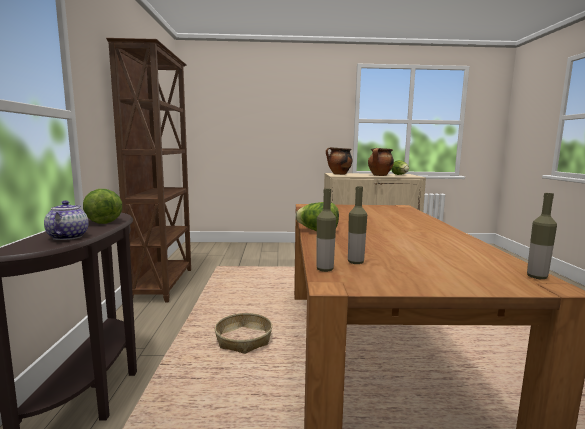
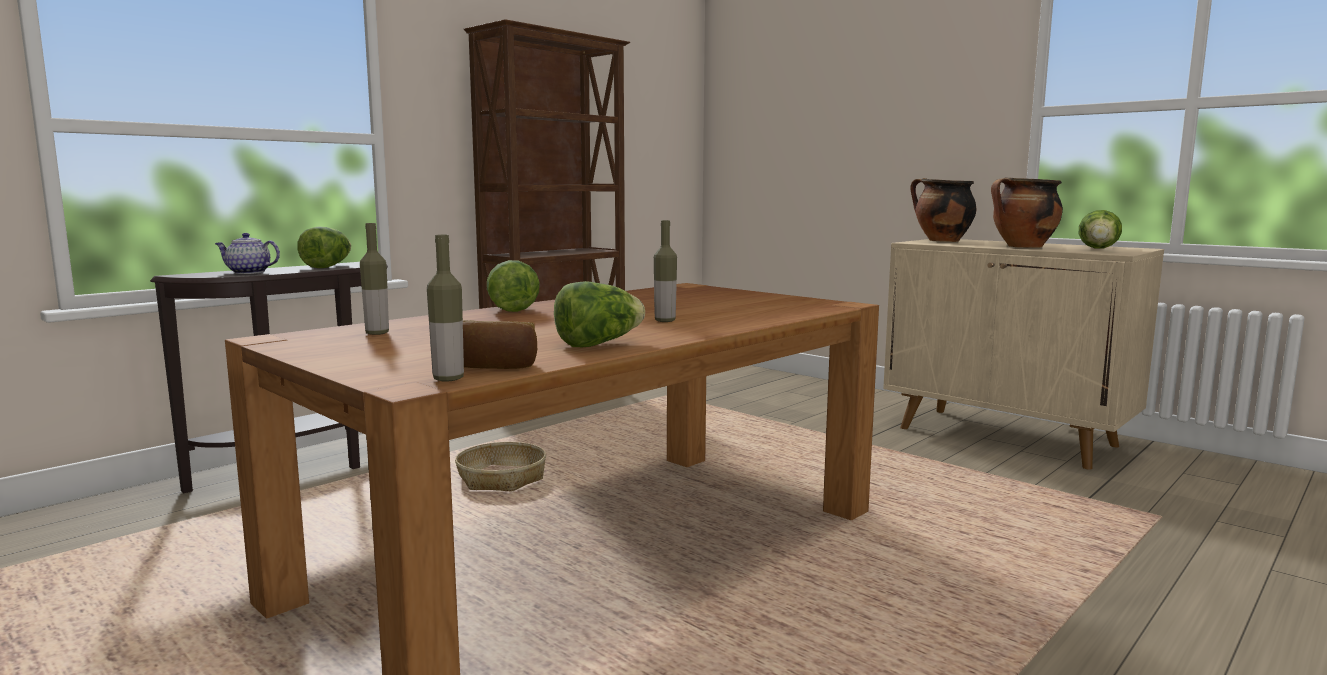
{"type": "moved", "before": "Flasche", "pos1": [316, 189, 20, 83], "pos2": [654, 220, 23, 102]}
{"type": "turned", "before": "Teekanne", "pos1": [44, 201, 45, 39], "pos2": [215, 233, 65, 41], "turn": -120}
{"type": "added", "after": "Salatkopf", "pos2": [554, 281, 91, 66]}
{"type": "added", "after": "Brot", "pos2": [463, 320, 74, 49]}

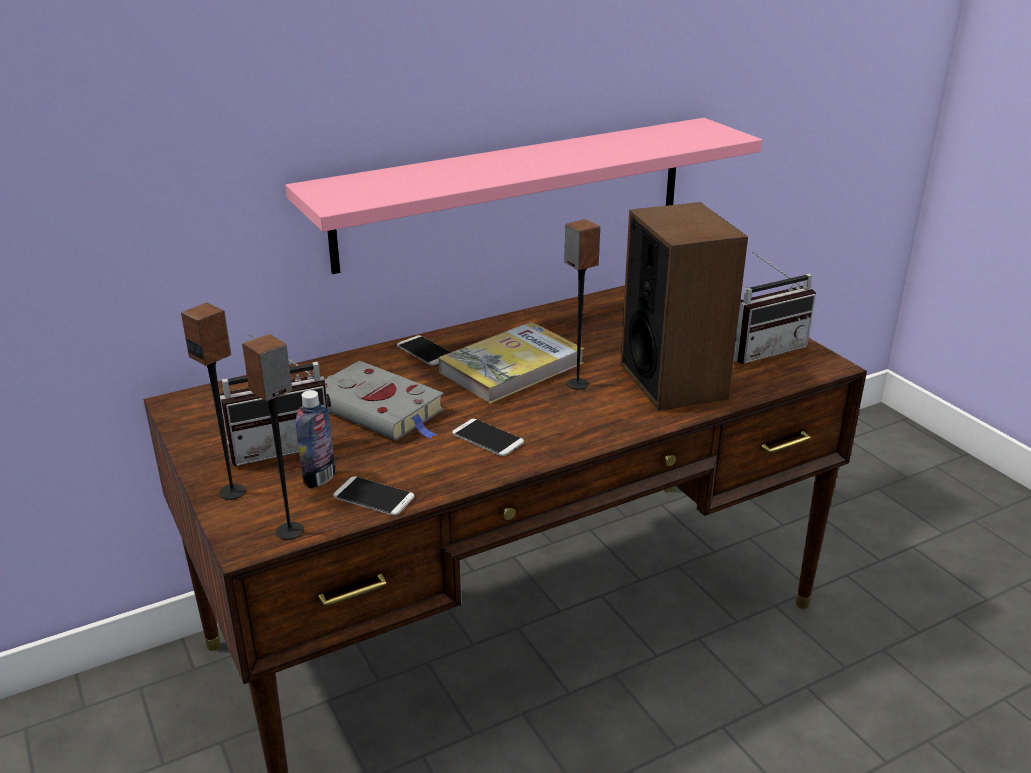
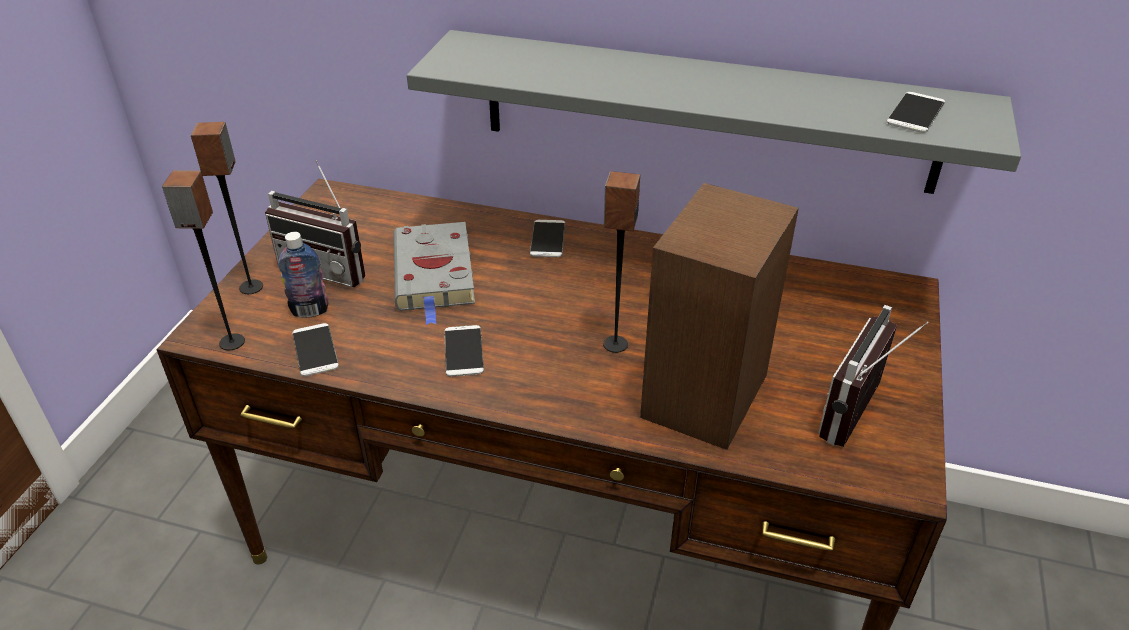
{"type": "recoloured", "before": "Wandregal/rosa", "after": "Wandregal/grau", "pos1": [285, 118, 477, 156], "pos2": [407, 30, 614, 164]}
{"type": "turned", "before": "Radio", "pos1": [733, 251, 83, 113], "pos2": [818, 305, 111, 142], "turn": 105}
{"type": "removed", "before": "Buch", "pos1": [439, 322, 145, 82]}
{"type": "added", "after": "Handy", "pos2": [887, 92, 58, 41]}

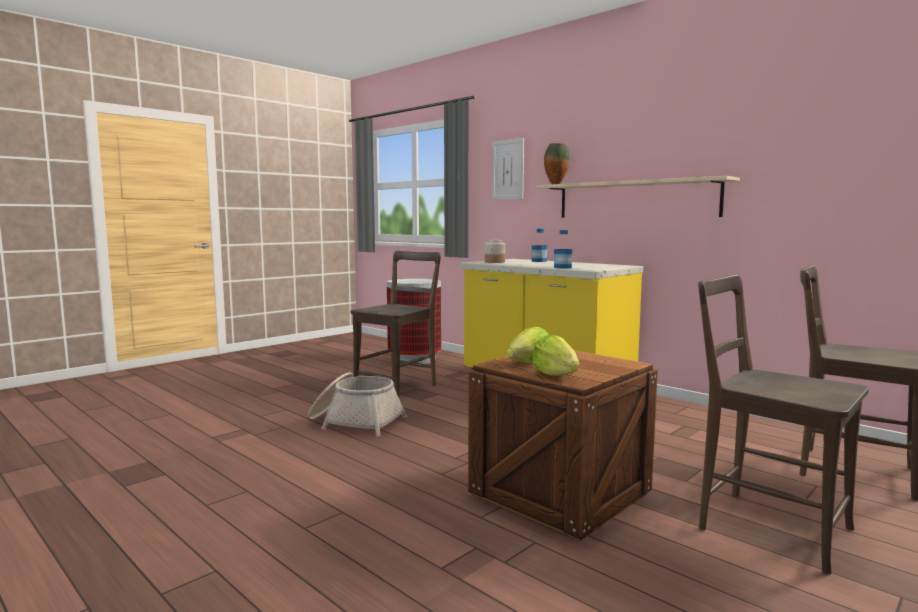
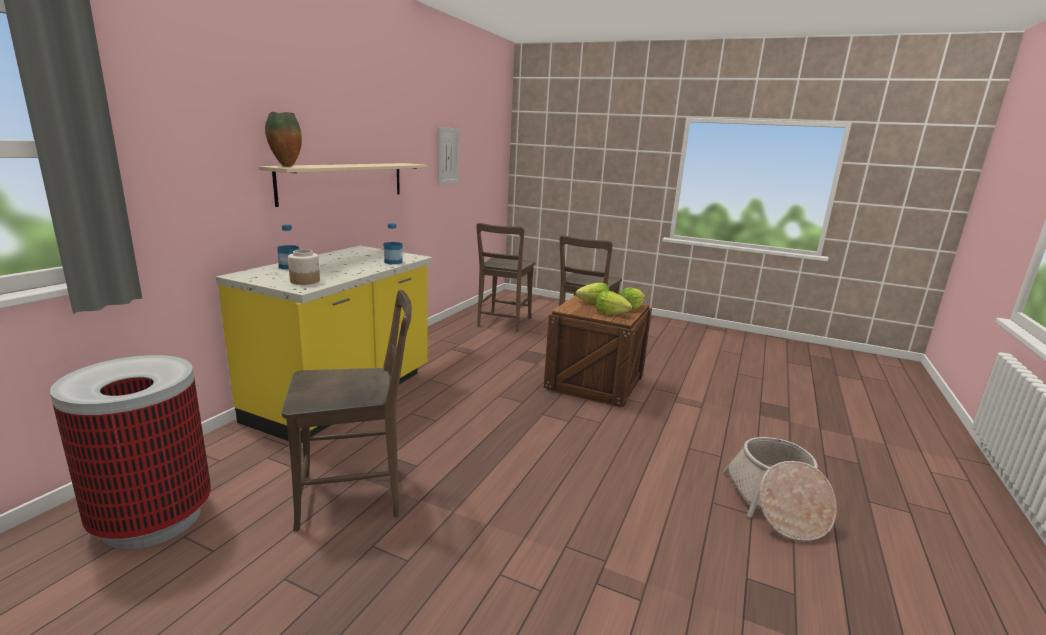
{"type": "moved", "before": "Bild", "pos1": [492, 138, 32, 62], "pos2": [438, 127, 21, 57]}
{"type": "turned", "before": "Stuhl/braun", "pos1": [351, 251, 90, 146], "pos2": [281, 290, 131, 241], "turn": 150}
{"type": "moved", "before": "Korb", "pos1": [308, 372, 99, 65], "pos2": [722, 437, 115, 104]}
{"type": "added", "after": "Salatkopf", "pos2": [576, 283, 34, 20]}

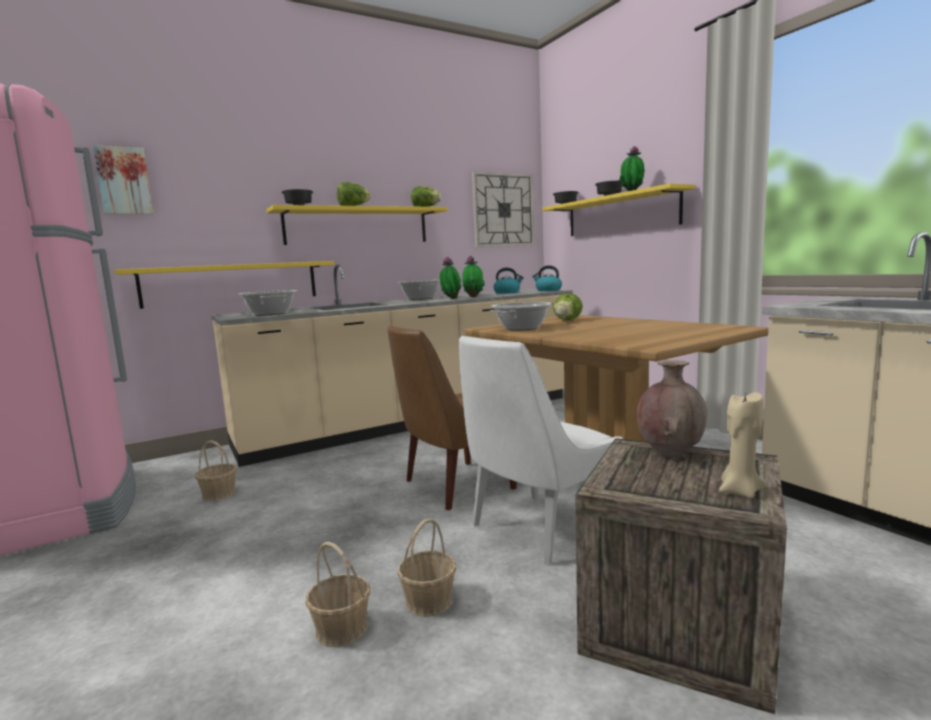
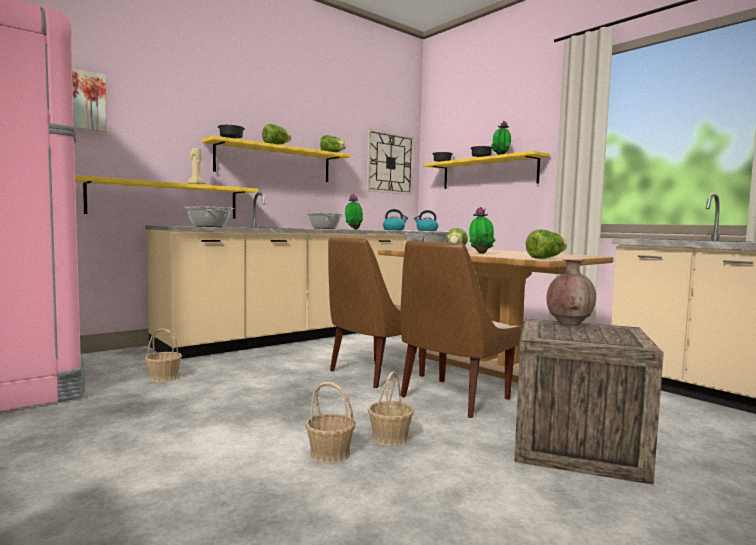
{"type": "moved", "before": "Topfpflanze", "pos1": [462, 256, 23, 41], "pos2": [469, 207, 27, 47]}
{"type": "recoloured", "before": "Stuhl/weiß", "after": "Stuhl/braun", "pos1": [459, 336, 164, 230], "pos2": [400, 241, 121, 177]}
{"type": "moved", "before": "Kerze/beige", "pos1": [719, 392, 47, 107], "pos2": [187, 148, 18, 36]}
{"type": "added", "after": "Salatkopf", "pos2": [526, 229, 41, 30]}

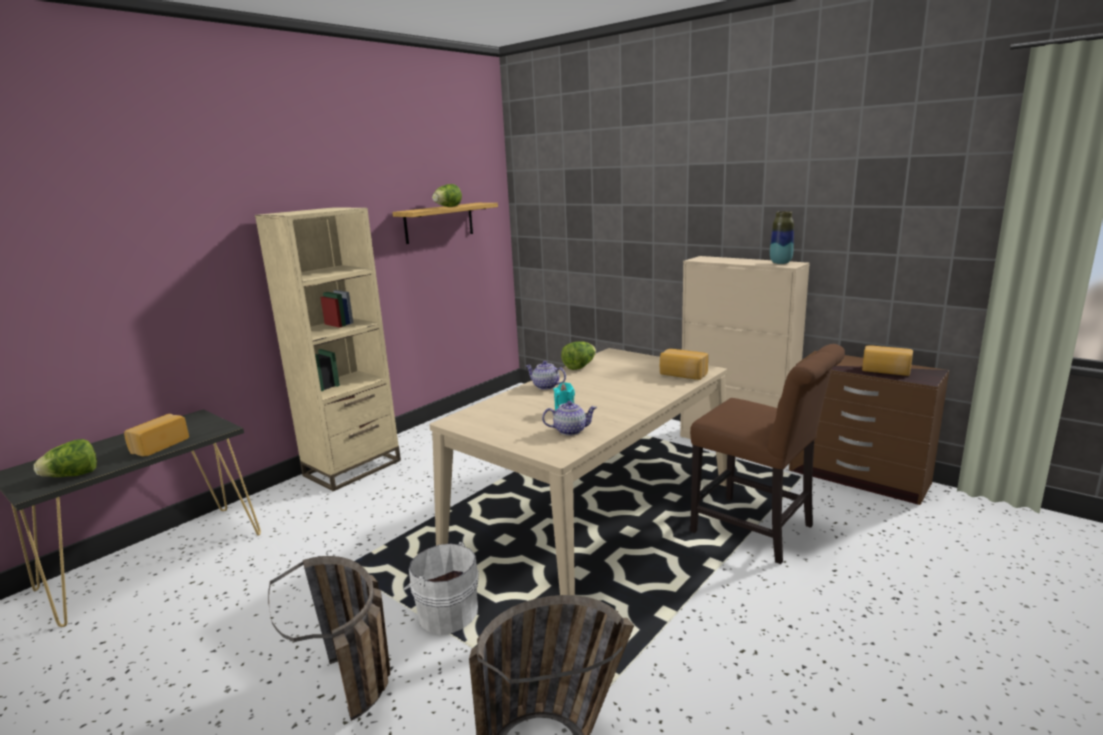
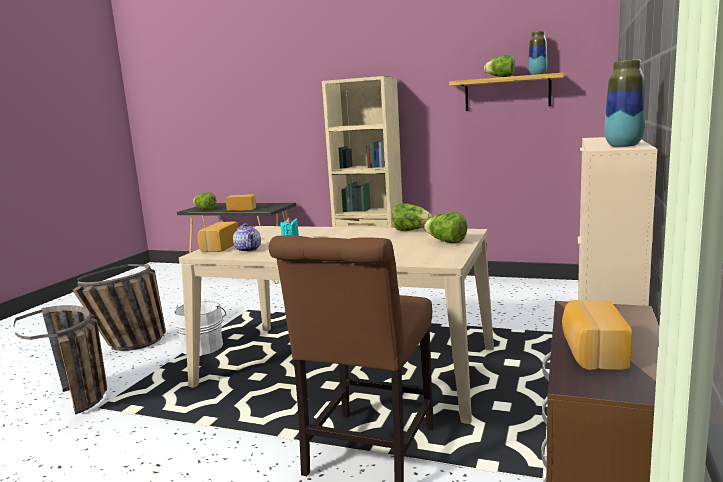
{"type": "moved", "before": "Brot", "pos1": [660, 349, 48, 31], "pos2": [198, 222, 41, 30]}
{"type": "removed", "before": "Teekanne", "pos1": [526, 361, 40, 29]}
{"type": "added", "after": "Vase", "pos2": [528, 31, 19, 44]}
{"type": "added", "after": "Salatkopf", "pos2": [424, 212, 43, 31]}

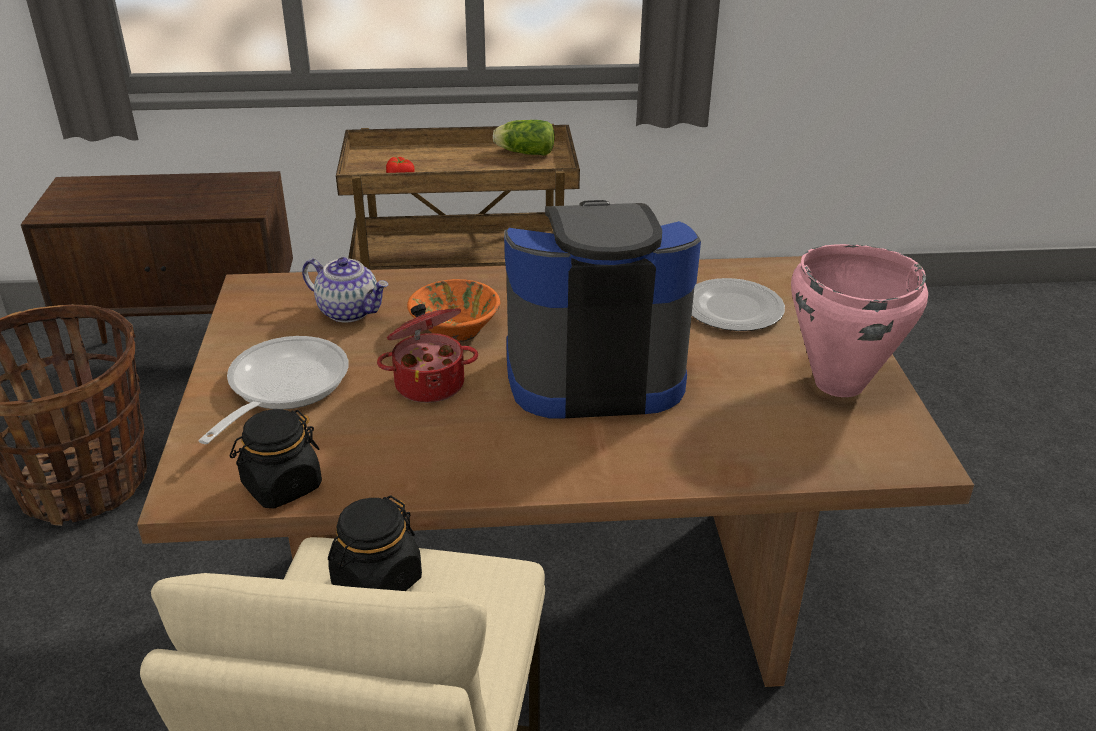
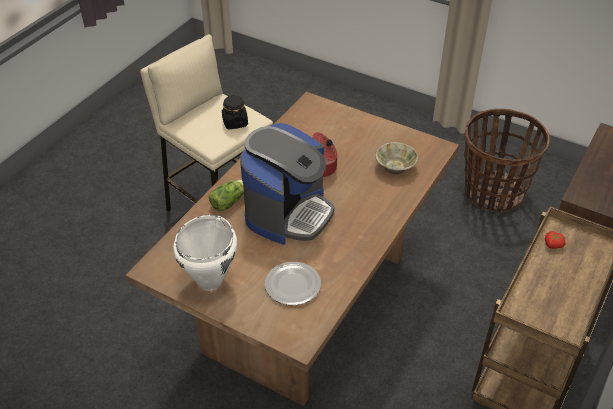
{"type": "moved", "before": "Salatkopf", "pos1": [493, 120, 61, 36], "pos2": [209, 180, 35, 31]}
{"type": "recoloured", "before": "Kochtopf/rosa", "after": "Kochtopf/weiß", "pos1": [791, 244, 137, 153], "pos2": [173, 215, 64, 75]}
{"type": "replaced", "before": "Teekanne", "after": "Schüssel/beige", "pos1": [302, 257, 86, 65], "pos2": [375, 142, 44, 32]}
{"type": "removed", "before": "Schüssel/orange", "pos1": [407, 279, 93, 63]}
{"type": "removed", "before": "Pfanne", "pos1": [198, 336, 151, 108]}
{"type": "removed", "before": "Vorratsglas/schwarz", "pos1": [230, 409, 92, 99]}

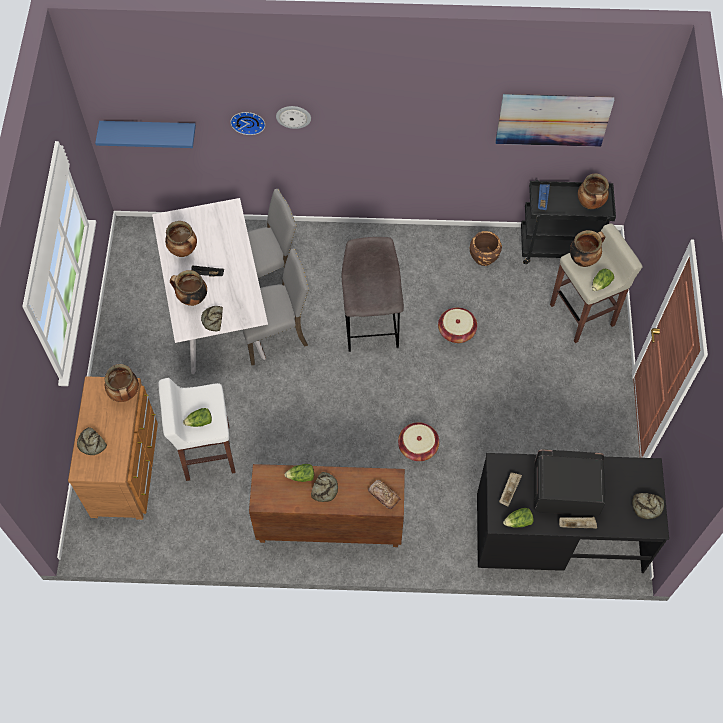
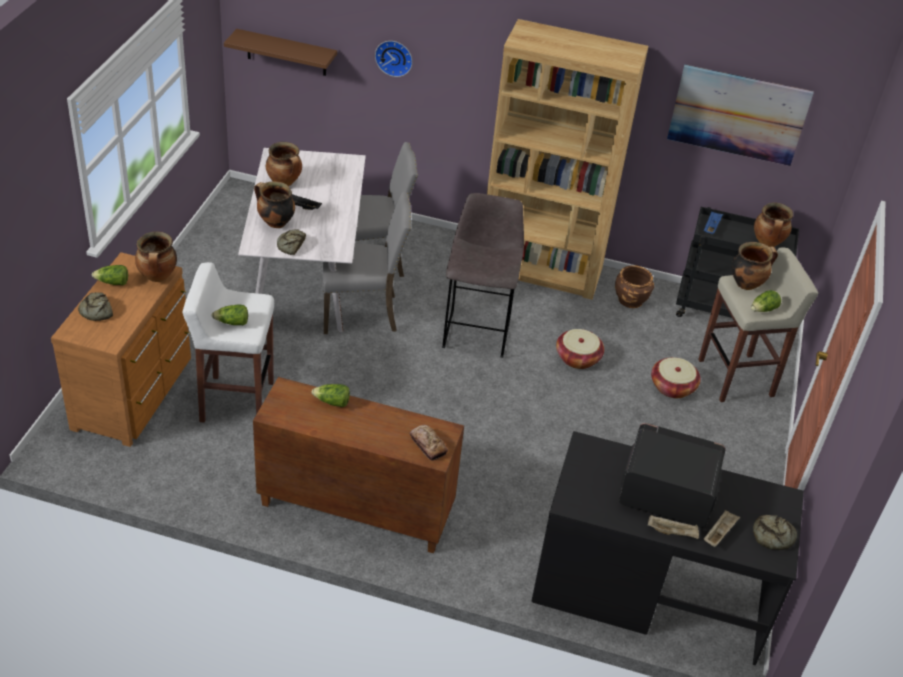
{"type": "removed", "before": "Wanduhr", "pos1": [276, 106, 35, 23]}
{"type": "recoloured", "before": "Wandregal/blau", "after": "Wandregal/braun", "pos1": [95, 121, 101, 27], "pos2": [224, 29, 113, 47]}
{"type": "moved", "before": "Korb", "pos1": [398, 422, 41, 39], "pos2": [651, 357, 50, 41]}
{"type": "removed", "before": "Brot", "pos1": [311, 472, 27, 30]}
{"type": "moved", "before": "Tablett/beige", "pos1": [499, 472, 23, 34], "pos2": [704, 510, 36, 37]}
{"type": "moved", "before": "Salatkopf", "pos1": [503, 508, 30, 20], "pos2": [92, 265, 36, 20]}
{"type": "added", "after": "Bücherregal/braun", "pos2": [487, 19, 161, 281]}

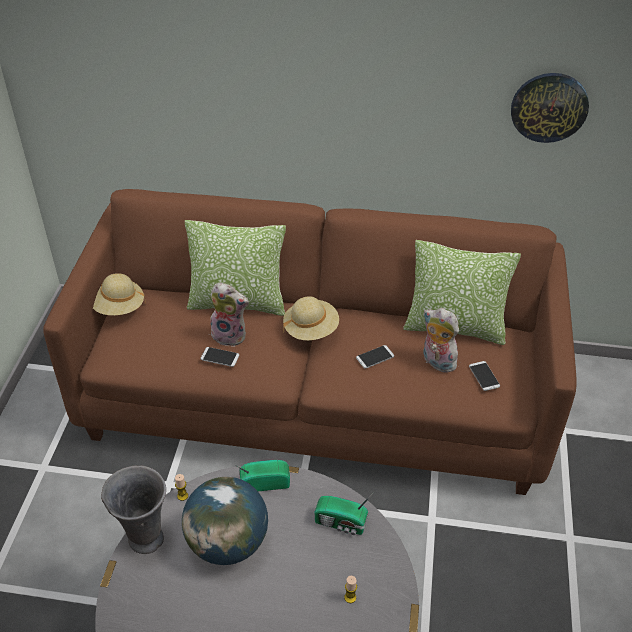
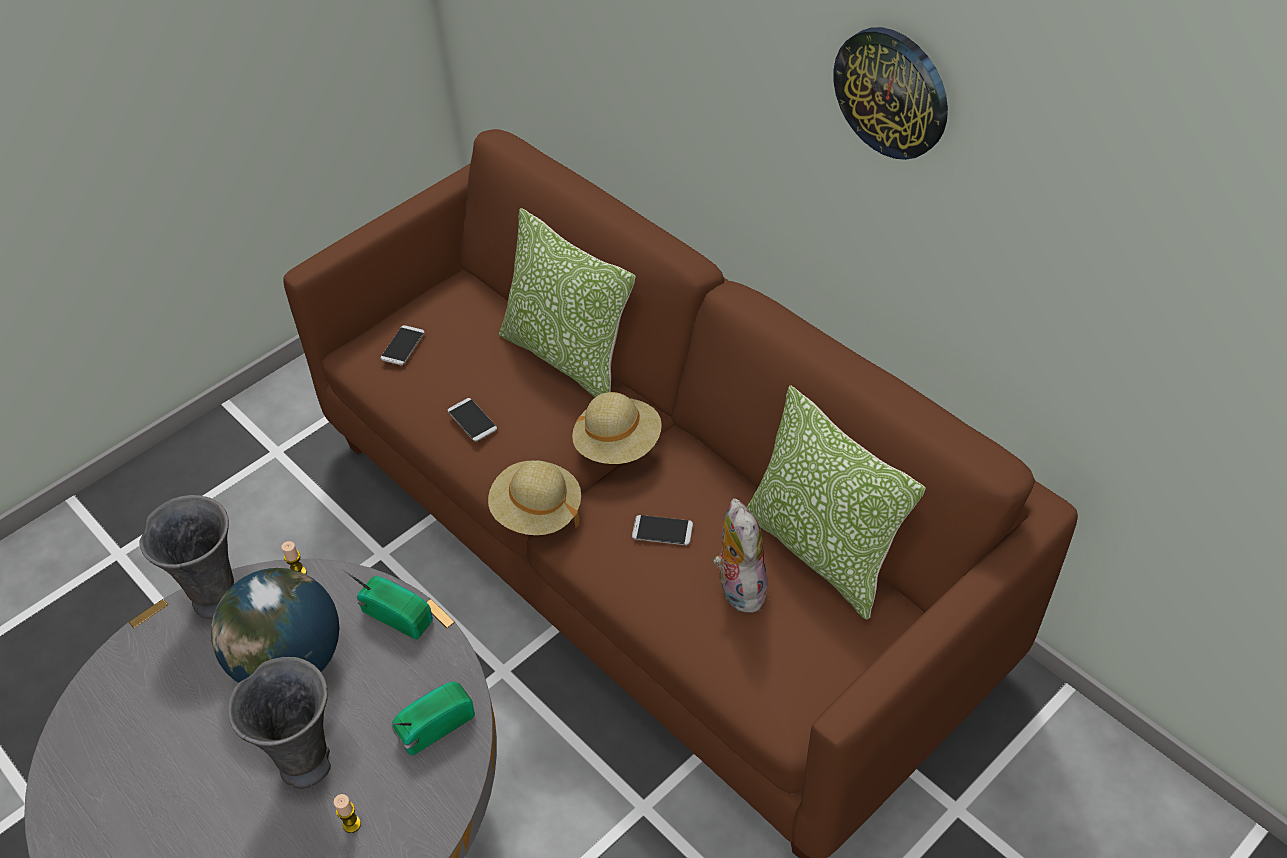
{"type": "moved", "before": "Wanduhr", "pos1": [511, 73, 78, 70], "pos2": [833, 27, 115, 133]}
{"type": "moved", "before": "Hut/beige", "pos1": [93, 273, 53, 42], "pos2": [488, 460, 93, 75]}
{"type": "removed", "before": "Plüschtier", "pos1": [210, 282, 39, 65]}
{"type": "moved", "before": "Handy", "pos1": [469, 361, 31, 30], "pos2": [380, 325, 45, 40]}
{"type": "turned", "before": "Radio", "pos1": [314, 492, 60, 43], "pos2": [391, 681, 84, 75], "turn": 90}
{"type": "added", "after": "Vase/grau", "pos2": [228, 657, 103, 132]}

